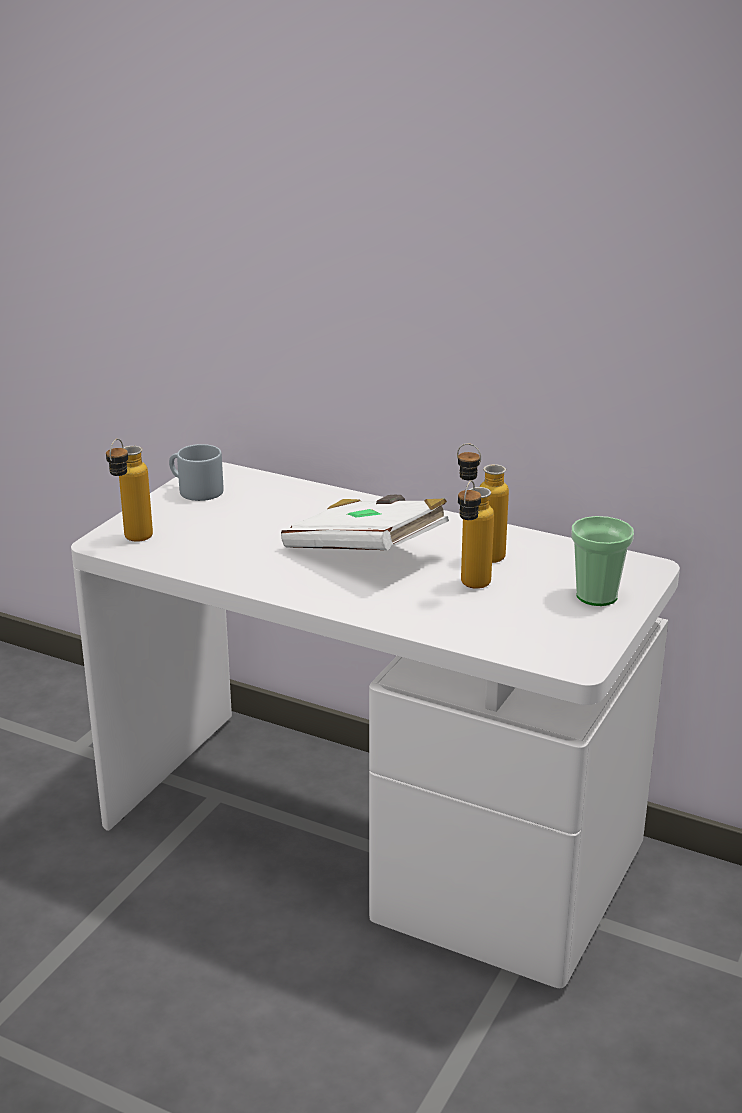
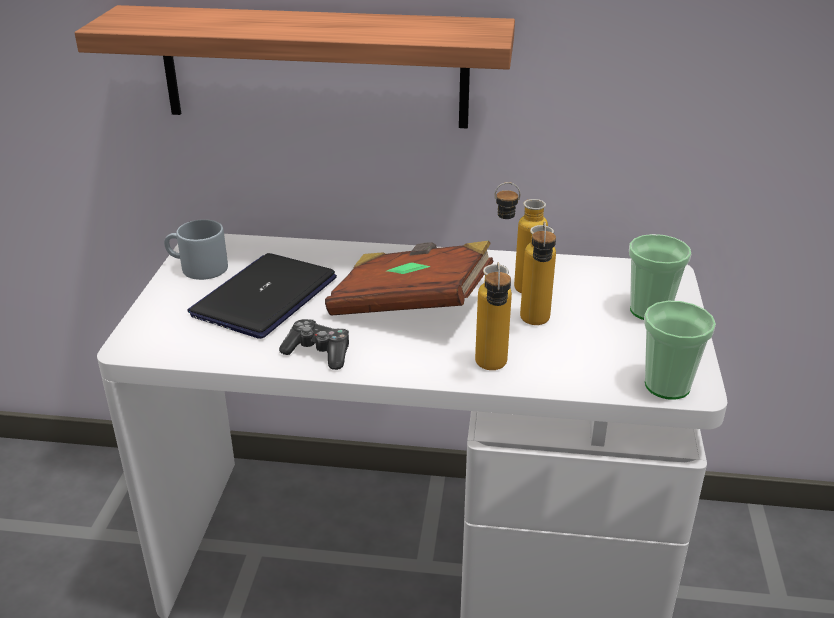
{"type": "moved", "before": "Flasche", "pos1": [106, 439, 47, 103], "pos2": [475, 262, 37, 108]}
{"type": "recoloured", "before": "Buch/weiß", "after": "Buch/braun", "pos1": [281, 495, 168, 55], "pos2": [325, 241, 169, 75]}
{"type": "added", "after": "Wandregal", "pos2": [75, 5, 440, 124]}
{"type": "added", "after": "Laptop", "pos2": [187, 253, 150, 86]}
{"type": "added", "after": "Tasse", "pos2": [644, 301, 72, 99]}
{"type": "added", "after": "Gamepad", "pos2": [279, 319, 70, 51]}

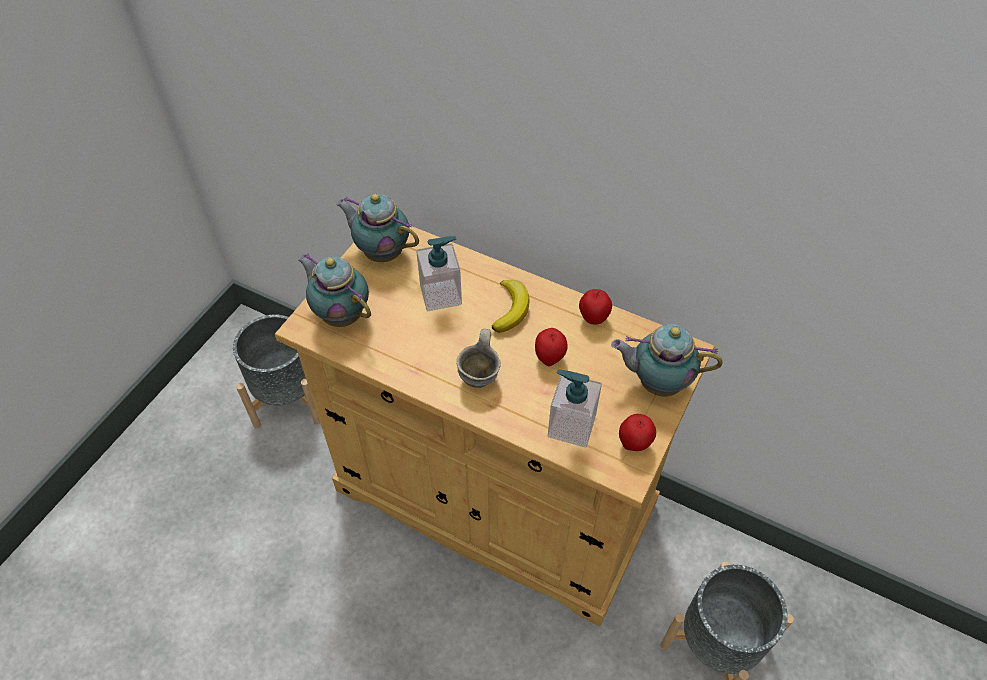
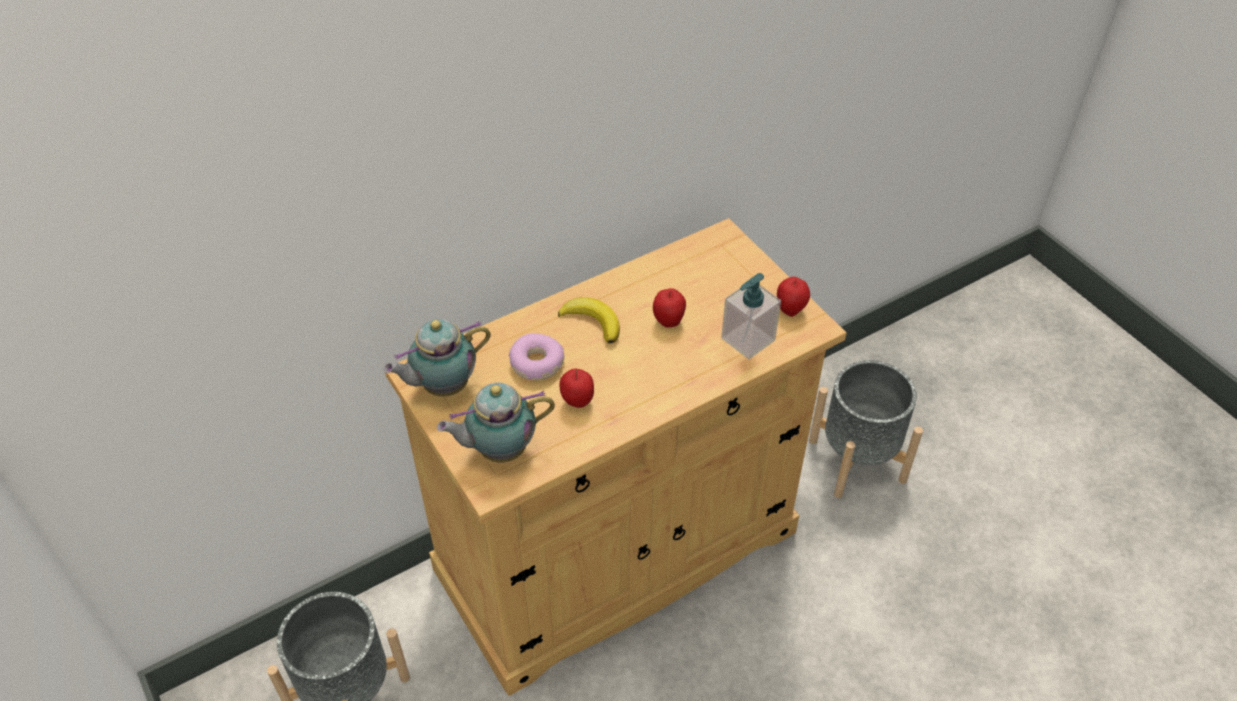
{"type": "replaced", "before": "Seifenspender", "after": "Donut", "pos1": [416, 236, 46, 75], "pos2": [509, 333, 55, 48]}
{"type": "moved", "before": "Apfel", "pos1": [579, 289, 33, 35], "pos2": [559, 369, 35, 39]}
{"type": "removed", "before": "Teekanne", "pos1": [611, 324, 111, 73]}
{"type": "removed", "before": "Henkelbecher/grau", "pos1": [457, 329, 44, 59]}

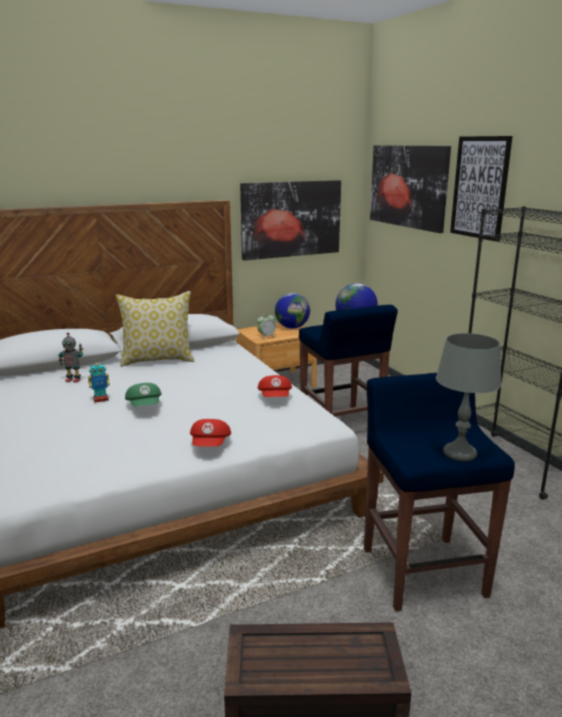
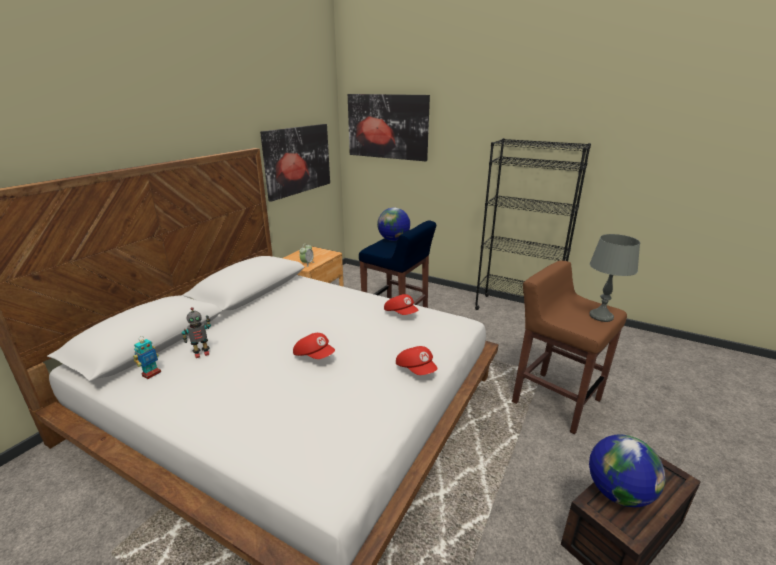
{"type": "removed", "before": "Bild", "pos1": [450, 136, 63, 105]}
{"type": "removed", "before": "Kissen", "pos1": [116, 291, 78, 76]}
{"type": "moved", "before": "Globus", "pos1": [275, 293, 35, 35], "pos2": [589, 434, 77, 73]}
{"type": "moved", "before": "Spielzeugroboter", "pos1": [88, 360, 22, 43], "pos2": [133, 336, 28, 43]}
{"type": "recoloured", "before": "Hocker/blau", "after": "Hocker/braun", "pos1": [364, 373, 151, 239], "pos2": [512, 260, 115, 174]}
{"type": "recoloured", "before": "Kappe/grün", "after": "Kappe/rot", "pos1": [125, 383, 37, 23], "pos2": [293, 333, 42, 26]}

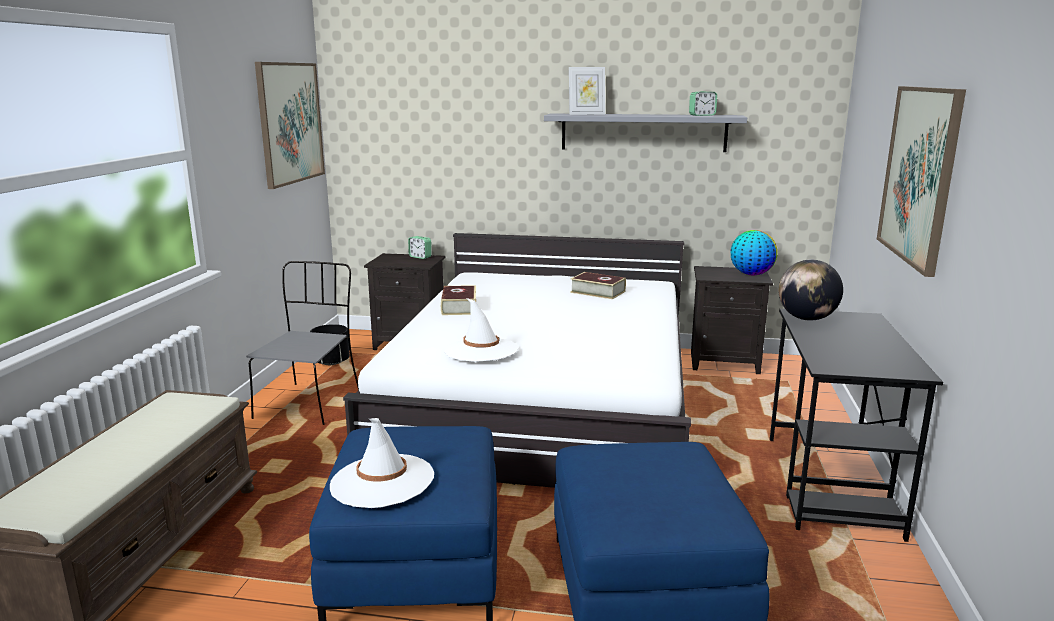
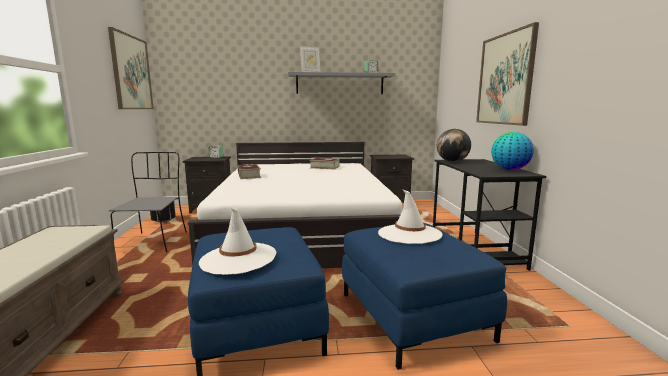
{"type": "moved", "before": "Globus", "pos1": [731, 230, 47, 46], "pos2": [491, 132, 43, 38]}
{"type": "moved", "before": "Hut/weiß", "pos1": [444, 298, 74, 64], "pos2": [378, 189, 65, 55]}

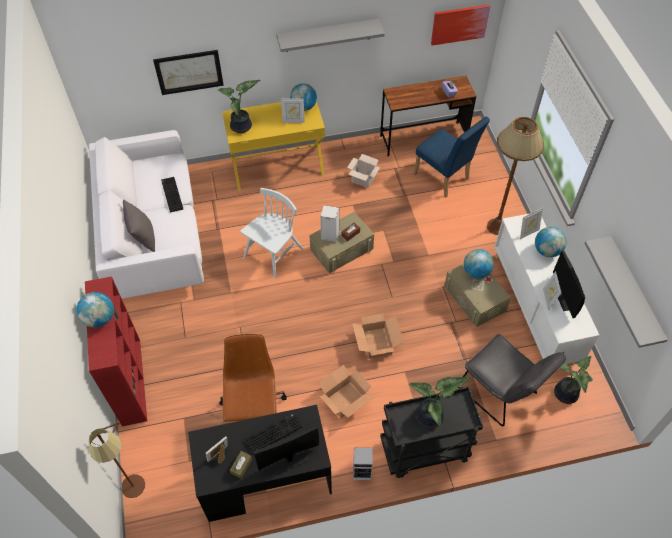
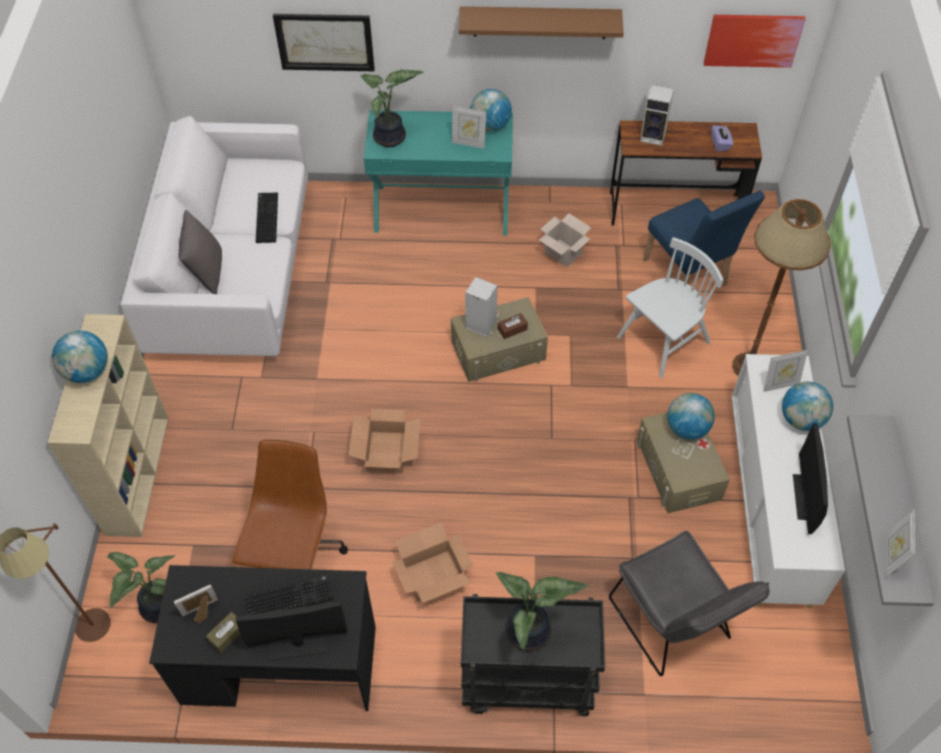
{"type": "recoloured", "before": "Wandregal/grau", "after": "Wandregal/braun", "pos1": [276, 19, 109, 33], "pos2": [459, 6, 165, 33]}
{"type": "recoloured", "before": "Schreibtisch/gelb", "after": "Schreibtisch/türkis", "pos1": [222, 101, 103, 90], "pos2": [364, 110, 149, 126]}
{"type": "moved", "before": "Stuhl/weiß", "pos1": [240, 188, 64, 91], "pos2": [617, 237, 106, 141]}
{"type": "moved", "before": "Bilderrahmen", "pos1": [543, 271, 18, 39], "pos2": [884, 509, 31, 69]}
{"type": "recoloured", "before": "Bücherregal/rot", "after": "Bücherregal/beige", "pos1": [85, 276, 62, 150], "pos2": [48, 314, 120, 223]}
{"type": "moved", "before": "Karton", "pos1": [352, 313, 52, 46], "pos2": [349, 409, 72, 64]}
{"type": "moved", "before": "Topfpflanze", "pos1": [554, 356, 38, 48], "pos2": [107, 552, 68, 71]}
{"type": "moved", "before": "Lautsprecher", "pos1": [353, 448, 20, 32], "pos2": [640, 85, 34, 61]}

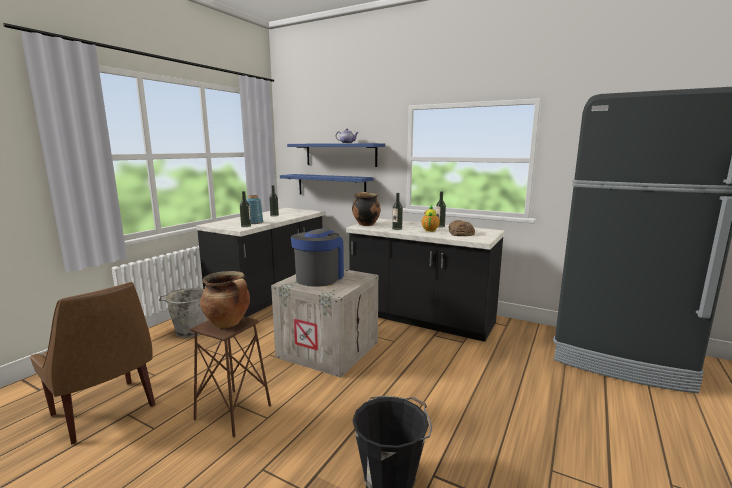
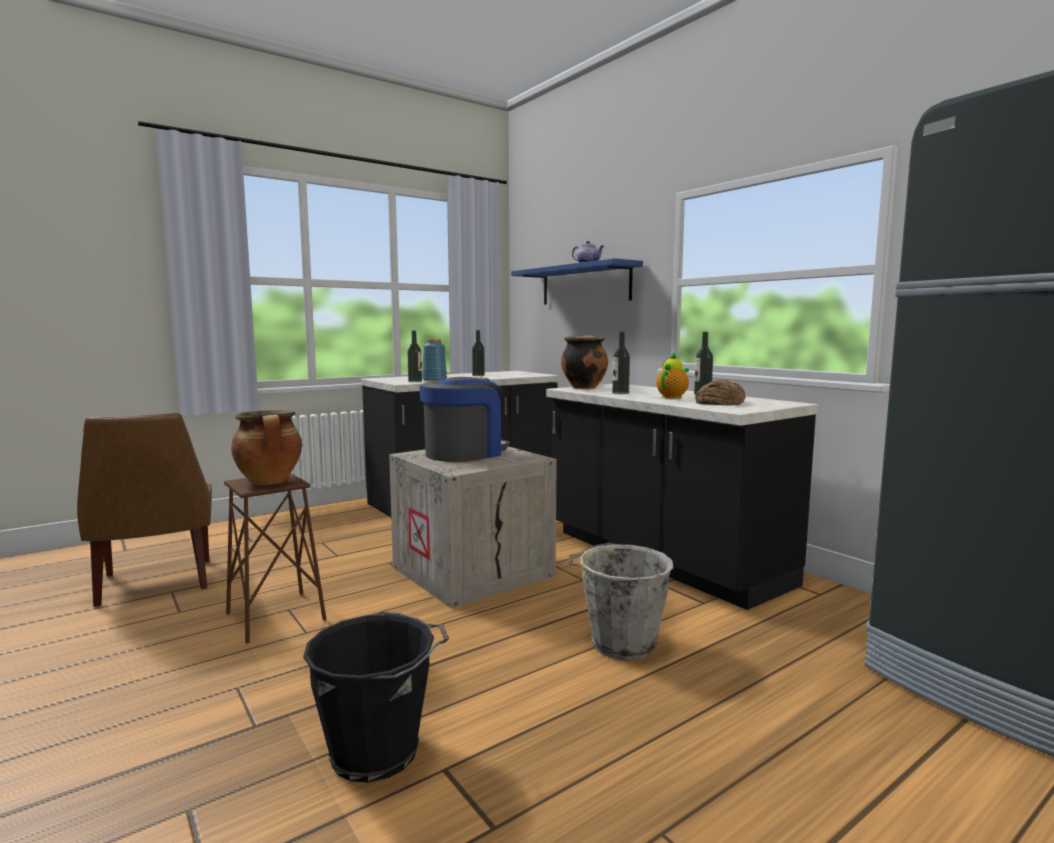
{"type": "removed", "before": "Wandregal/blau", "pos1": [280, 174, 94, 21]}
{"type": "moved", "before": "Eimer/grau", "pos1": [159, 288, 48, 50], "pos2": [569, 543, 105, 118]}

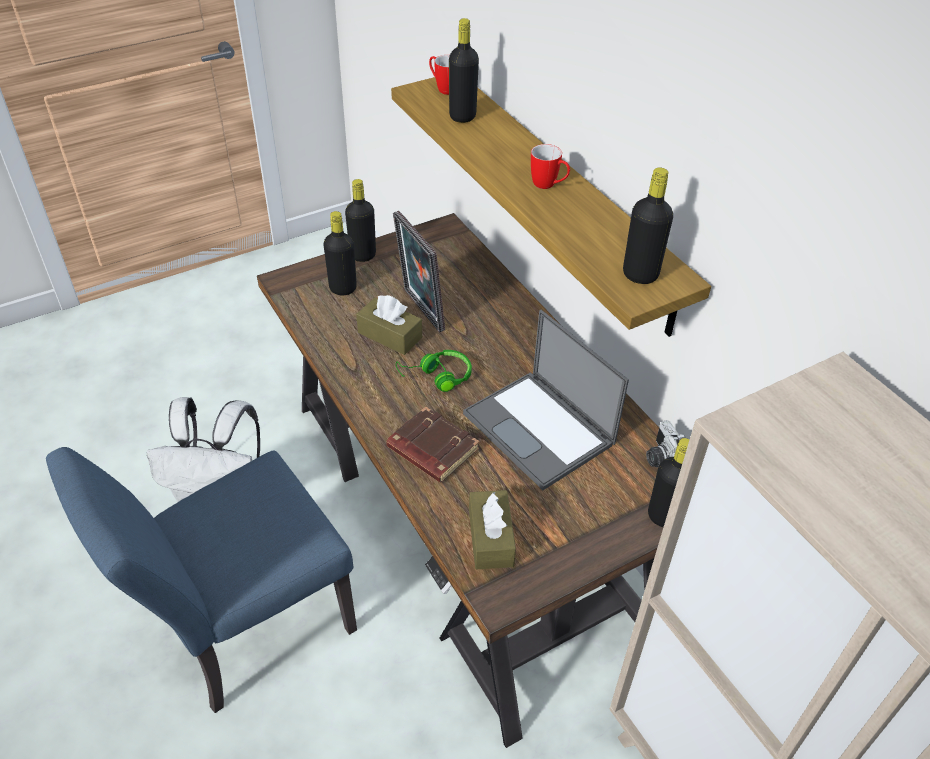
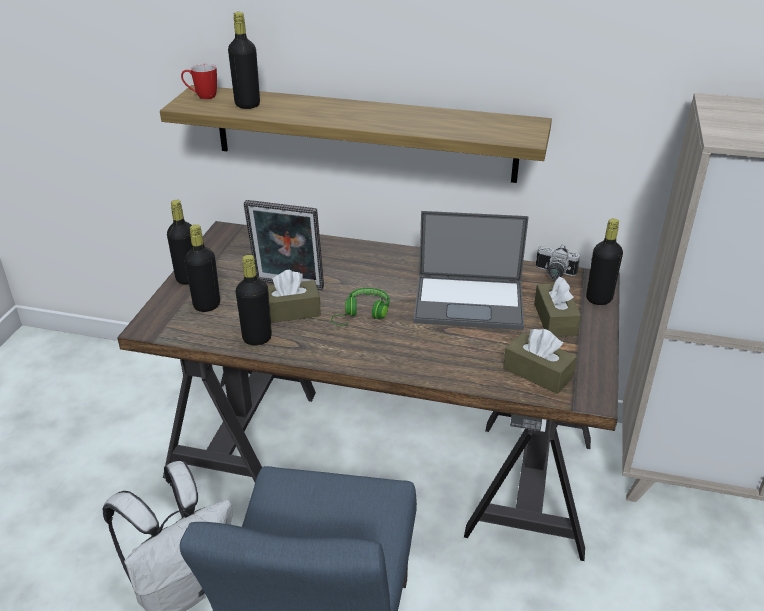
{"type": "removed", "before": "Henkelbecher", "pos1": [531, 144, 39, 45]}
{"type": "moved", "before": "Flasche/schwarz", "pos1": [623, 167, 50, 117], "pos2": [236, 255, 36, 90]}
{"type": "removed", "before": "Buch/braun", "pos1": [386, 407, 93, 76]}
{"type": "added", "after": "Taschentuchbox/braun", "pos2": [534, 276, 47, 61]}

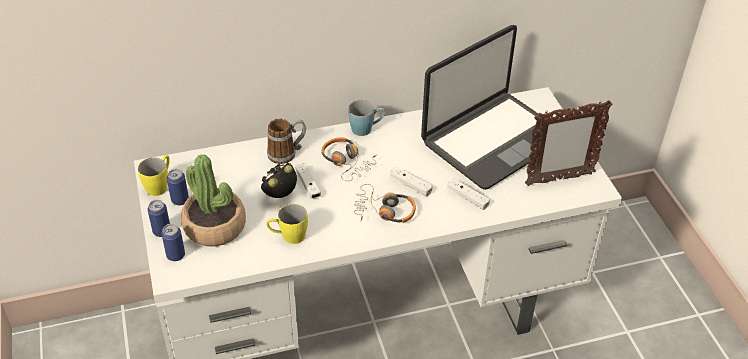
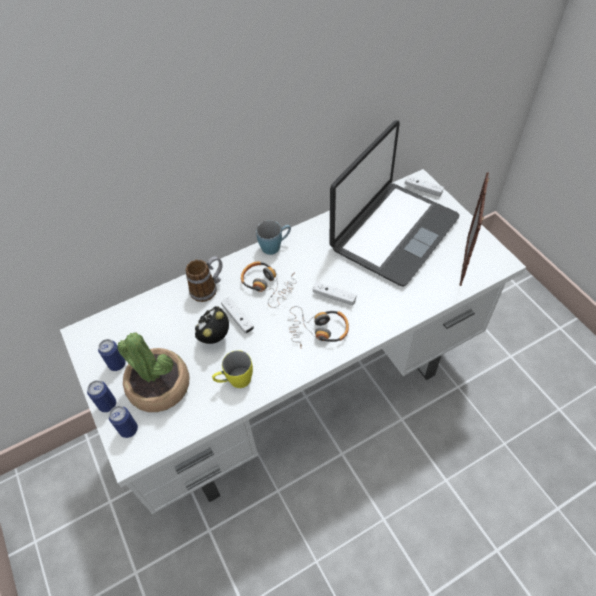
{"type": "turned", "before": "Bilderrahmen", "pos1": [525, 100, 88, 86], "pos2": [459, 172, 31, 114], "turn": 135}
{"type": "removed", "before": "Henkelbecher/gelb", "pos1": [138, 155, 32, 41]}
{"type": "moved", "before": "Gamepad/weiß", "pos1": [447, 178, 43, 32], "pos2": [405, 176, 39, 21]}

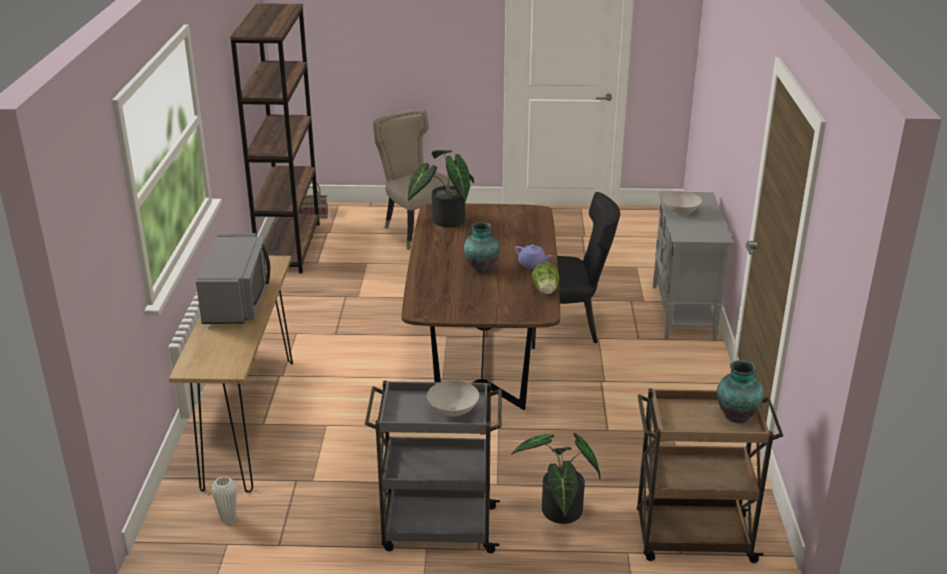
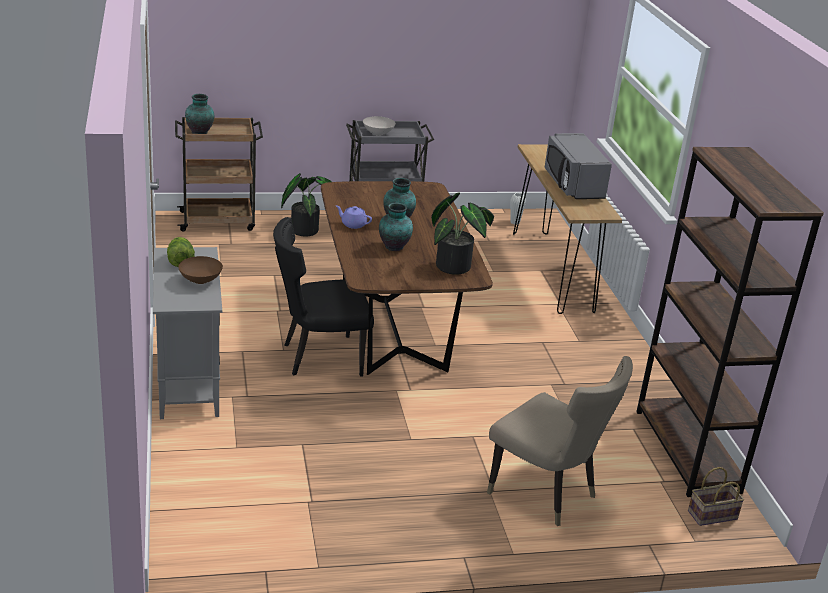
{"type": "recoloured", "before": "Schüssel/weiß", "after": "Schüssel/braun", "pos1": [663, 191, 39, 24], "pos2": [178, 256, 45, 28]}
{"type": "moved", "before": "Salatkopf", "pos1": [532, 262, 27, 33], "pos2": [167, 237, 28, 30]}
{"type": "added", "after": "Vase", "pos2": [379, 203, 34, 48]}

